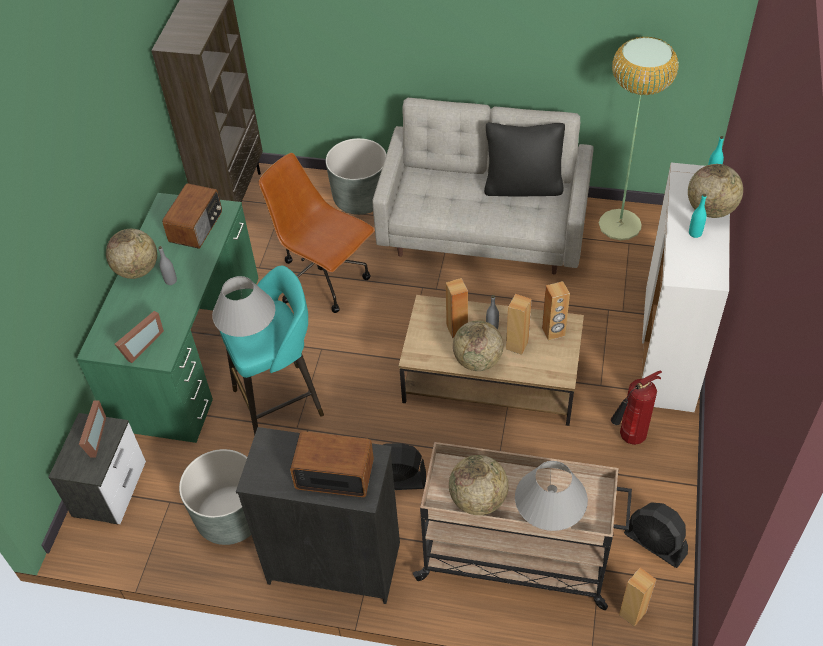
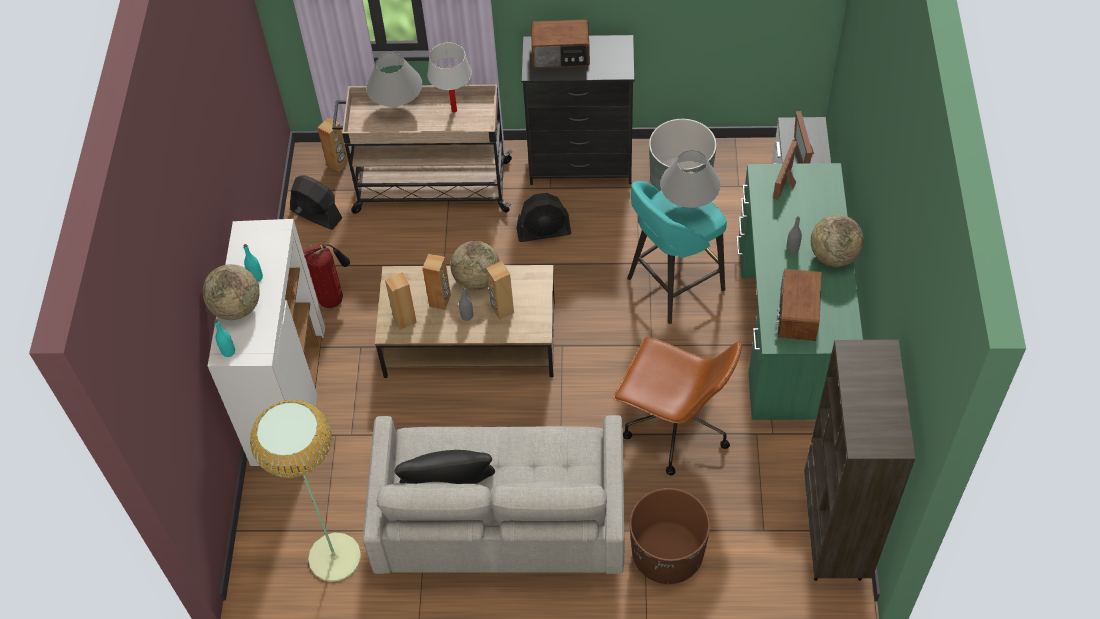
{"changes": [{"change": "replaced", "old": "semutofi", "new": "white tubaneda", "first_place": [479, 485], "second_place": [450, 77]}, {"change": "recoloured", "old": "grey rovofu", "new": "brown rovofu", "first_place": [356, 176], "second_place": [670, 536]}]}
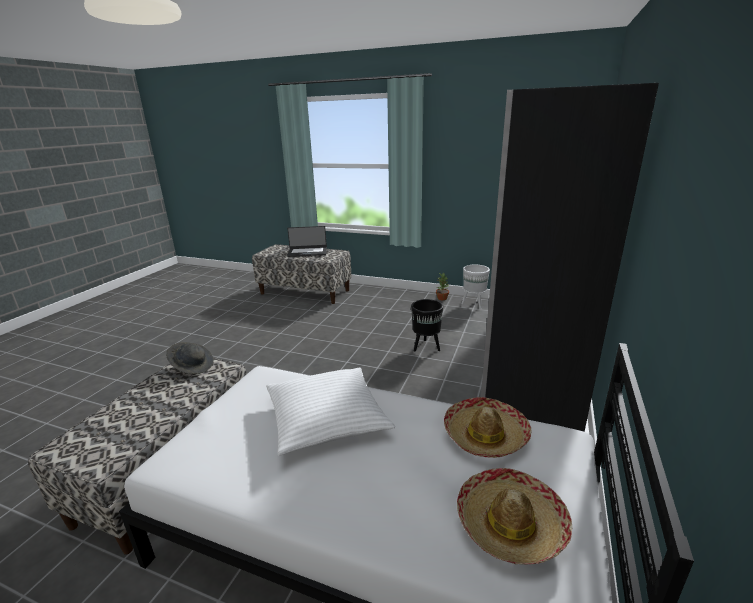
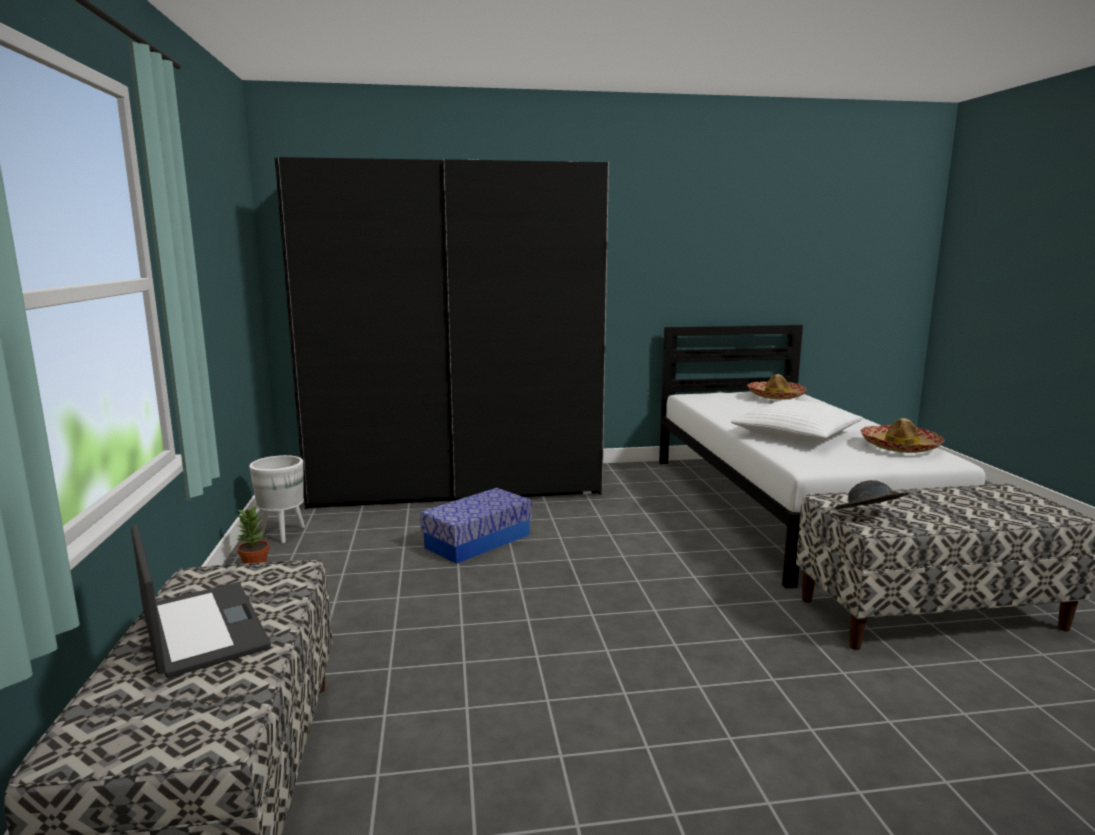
{"changes": [{"change": "moved", "old": "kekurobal", "first_place": [488, 427], "second_place": [903, 435]}, {"change": "replaced", "old": "black rovofu", "new": "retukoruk", "first_place": [427, 325], "second_place": [476, 526]}]}
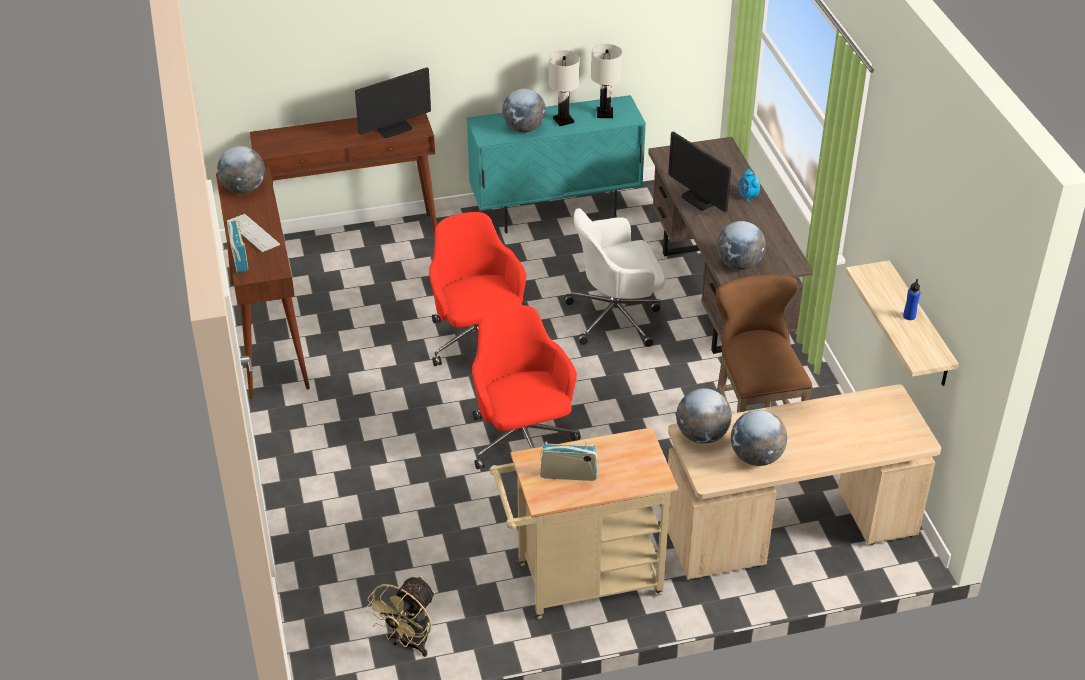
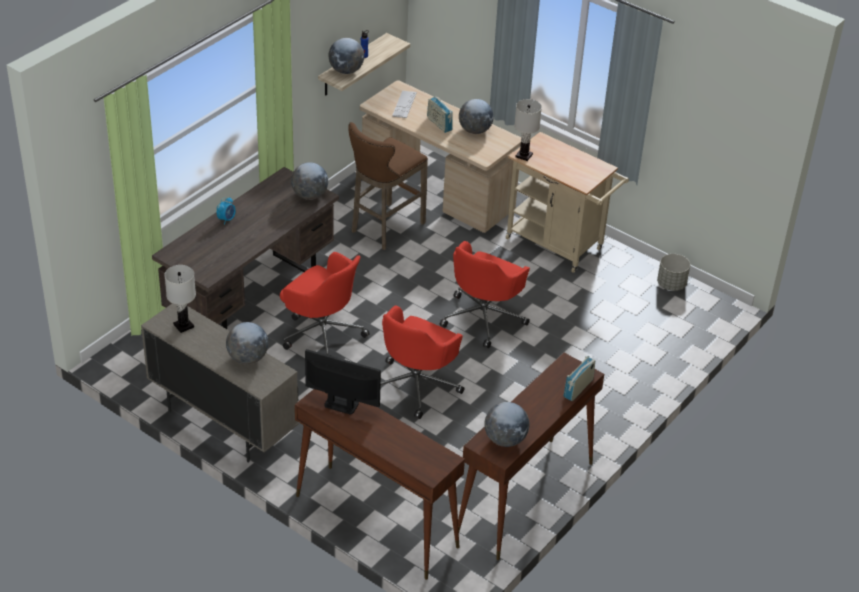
{"changes": [{"change": "removed", "old": "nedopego", "first_place": [699, 171]}, {"change": "moved", "old": "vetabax", "first_place": [253, 233], "second_place": [404, 104]}, {"change": "moved", "old": "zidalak", "first_place": [568, 461], "second_place": [440, 114]}, {"change": "moved", "old": "white tubaneda", "first_place": [564, 88], "second_place": [528, 130]}, {"change": "moved", "old": "semutofi", "first_place": [704, 416], "second_place": [346, 56]}, {"change": "replaced", "old": "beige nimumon", "new": "grey rovofu", "first_place": [400, 616], "second_place": [673, 272]}, {"change": "recoloured", "old": "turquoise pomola", "new": "beige pomola", "first_place": [556, 164], "second_place": [220, 383]}, {"change": "recoloured", "old": "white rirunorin", "new": "red rirunorin", "first_place": [614, 277], "second_place": [325, 304]}]}
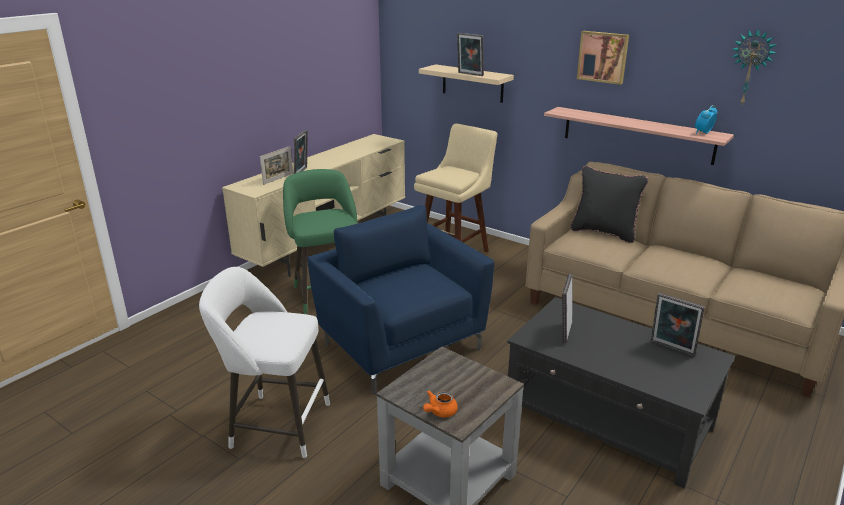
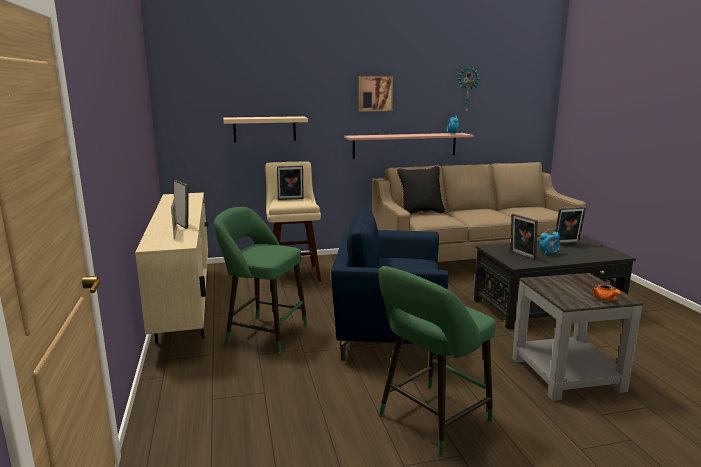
{"changes": [{"change": "added", "new": "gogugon", "second_place": [549, 242]}, {"change": "moved", "old": "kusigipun", "first_place": [470, 54], "second_place": [290, 182]}, {"change": "recoloured", "old": "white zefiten", "new": "green zefiten", "first_place": [264, 362], "second_place": [437, 361]}]}
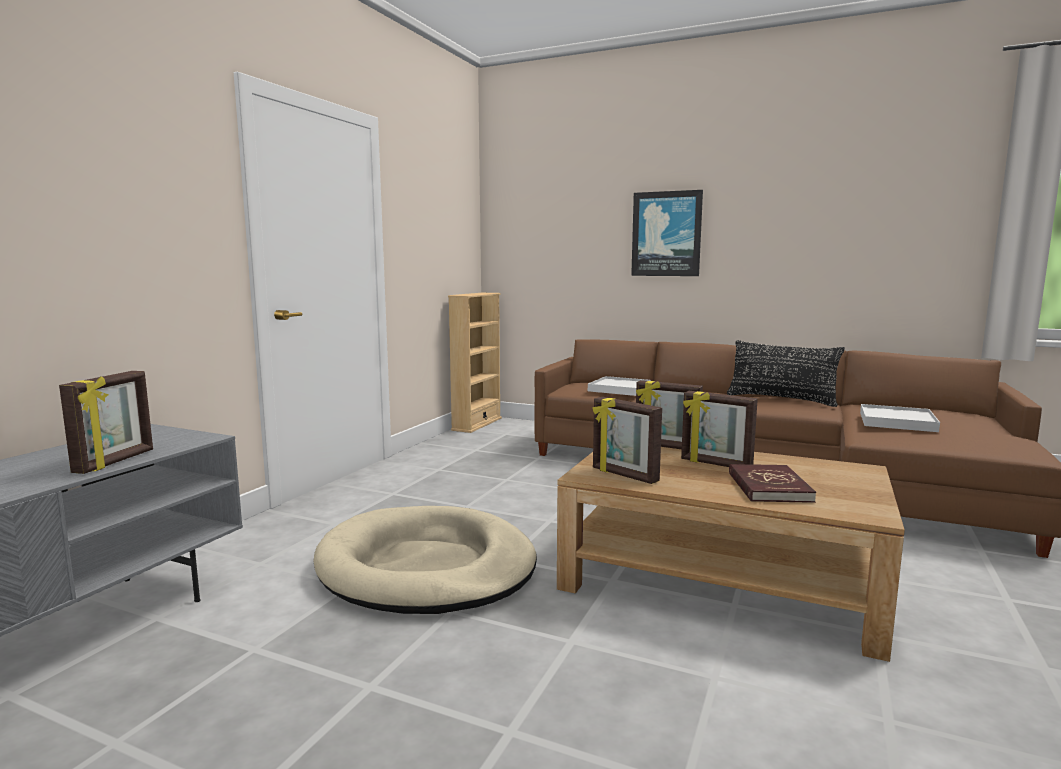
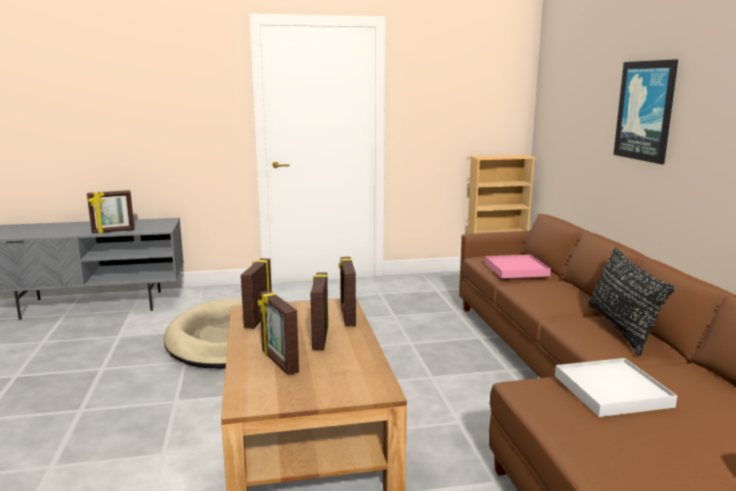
{"changes": [{"change": "replaced", "old": "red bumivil", "new": "kusigipun", "first_place": [772, 483], "second_place": [278, 332]}, {"change": "recoloured", "old": "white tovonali", "new": "pink tovonali", "first_place": [619, 386], "second_place": [518, 266]}]}
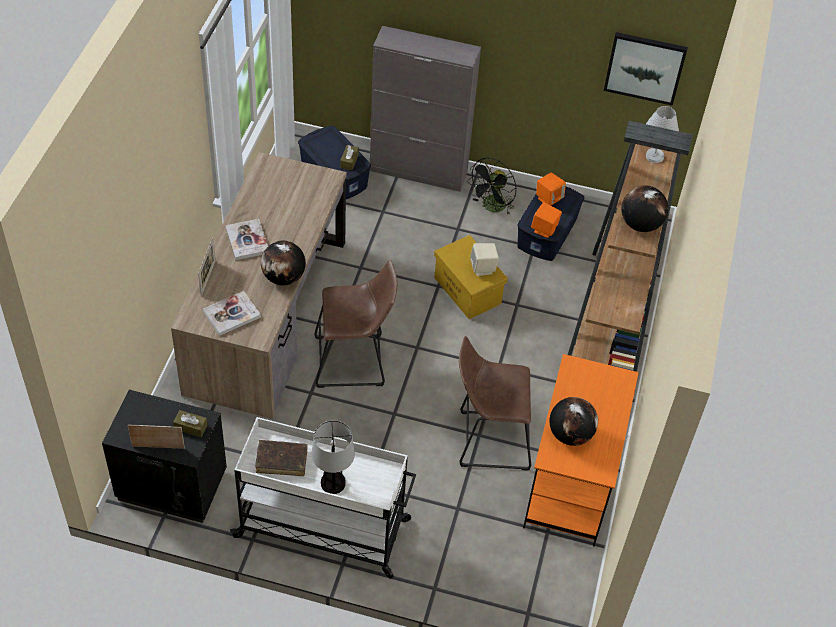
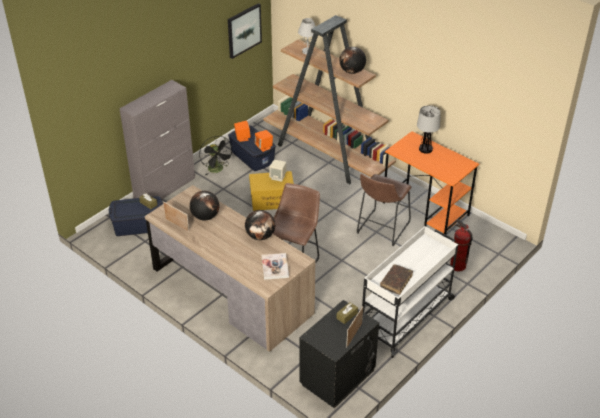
{"changes": [{"change": "removed", "old": "bumivil", "first_place": [247, 239]}, {"change": "added", "new": "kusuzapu", "second_place": [461, 245]}, {"change": "moved", "old": "kusigipun", "first_place": [207, 267], "second_place": [176, 216]}, {"change": "moved", "old": "tubaneda", "first_place": [333, 457], "second_place": [429, 129]}, {"change": "moved", "old": "semutofi", "first_place": [573, 421], "second_place": [205, 205]}]}
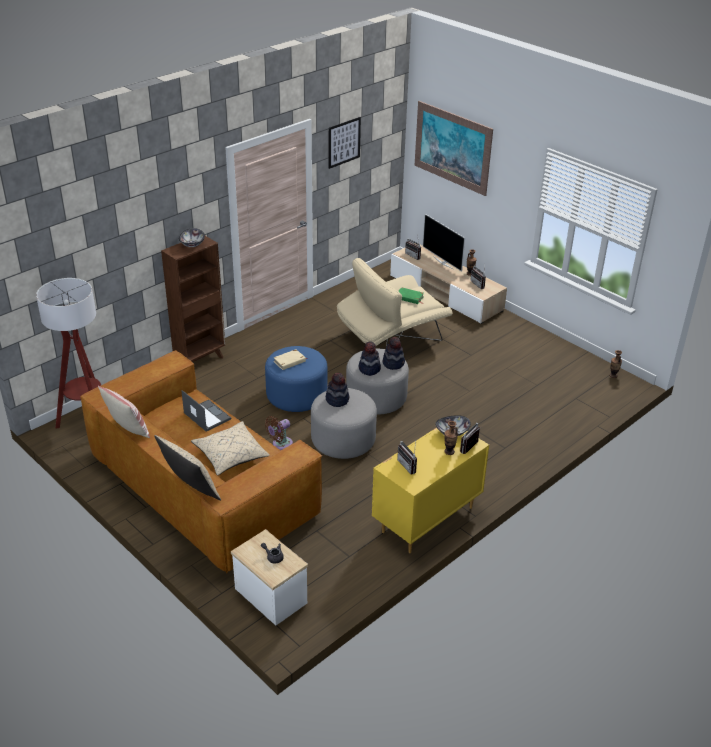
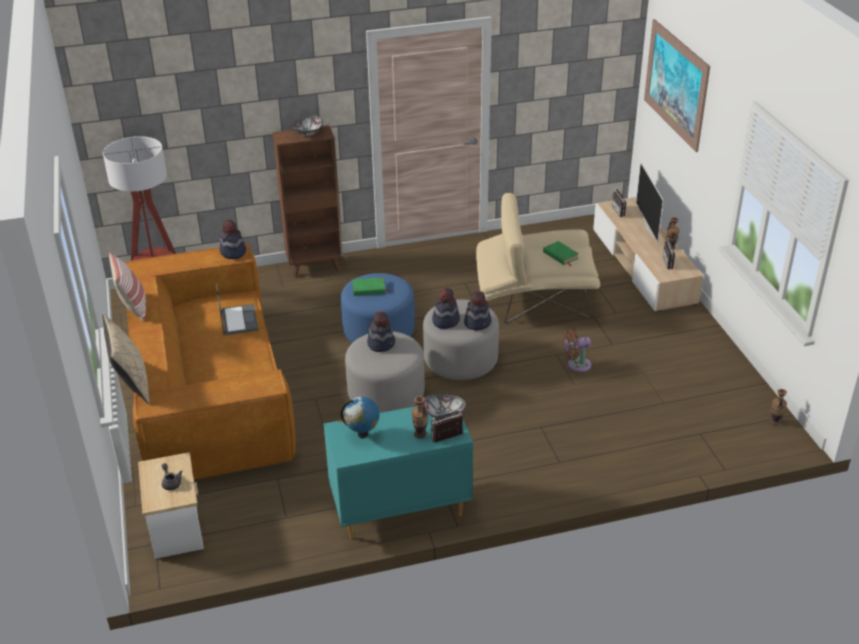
{"changes": [{"change": "removed", "old": "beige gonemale", "first_place": [230, 448]}, {"change": "removed", "old": "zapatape", "first_place": [345, 143]}, {"change": "added", "new": "kekurobal", "second_place": [233, 239]}, {"change": "moved", "old": "brown nimumon", "first_place": [279, 433], "second_place": [577, 350]}, {"change": "replaced", "old": "zidalak", "new": "semutofi", "first_place": [407, 456], "second_place": [360, 417]}, {"change": "recoloured", "old": "beige bumivil", "new": "green bumivil", "first_place": [291, 359], "second_place": [371, 286]}, {"change": "recoloured", "old": "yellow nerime", "new": "turquoise nerime", "first_place": [430, 490], "second_place": [398, 472]}]}
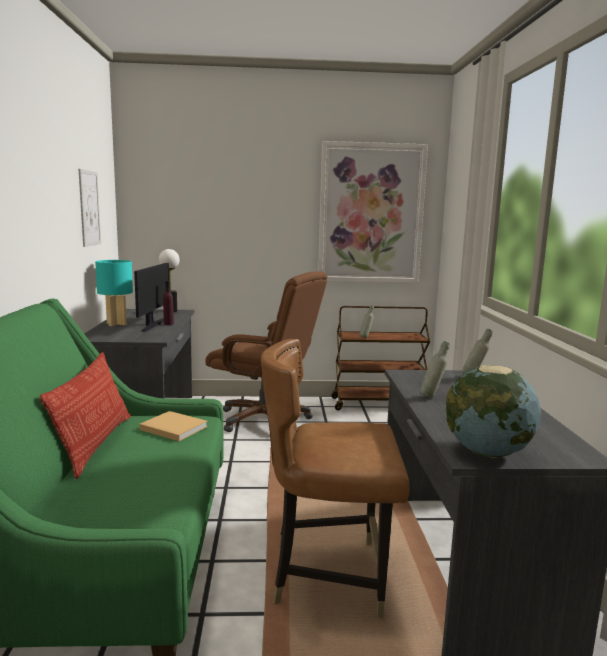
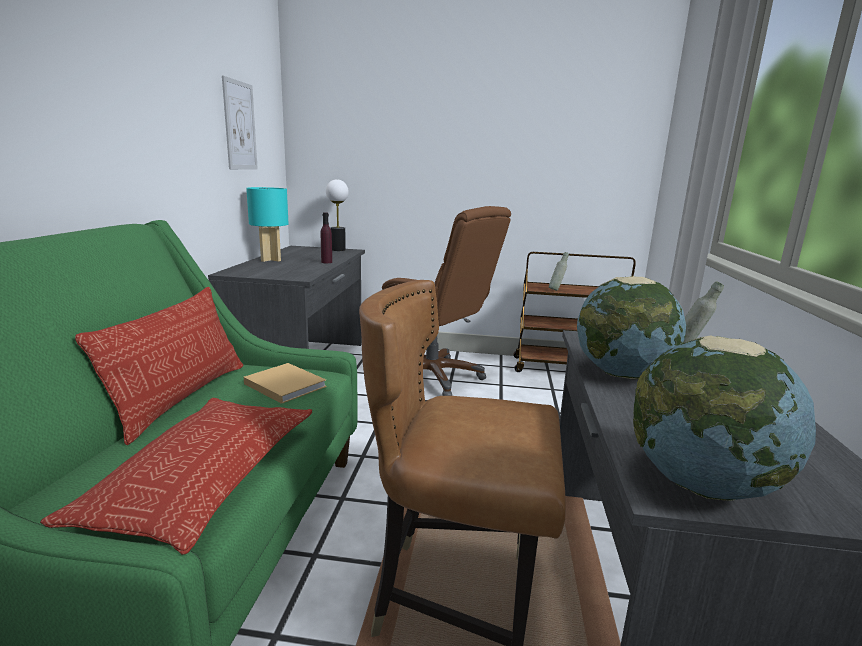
{"changes": [{"change": "removed", "old": "nedopego", "first_place": [151, 297]}, {"change": "removed", "old": "zapatape", "first_place": [373, 212]}, {"change": "added", "new": "gonemale", "second_place": [176, 476]}, {"change": "replaced", "old": "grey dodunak", "new": "semutofi", "first_place": [435, 369], "second_place": [631, 327]}]}
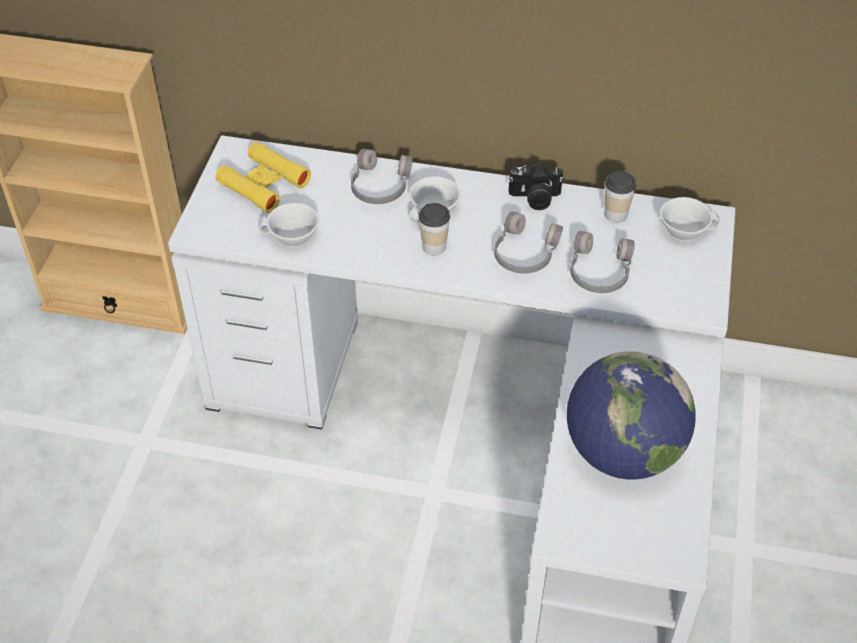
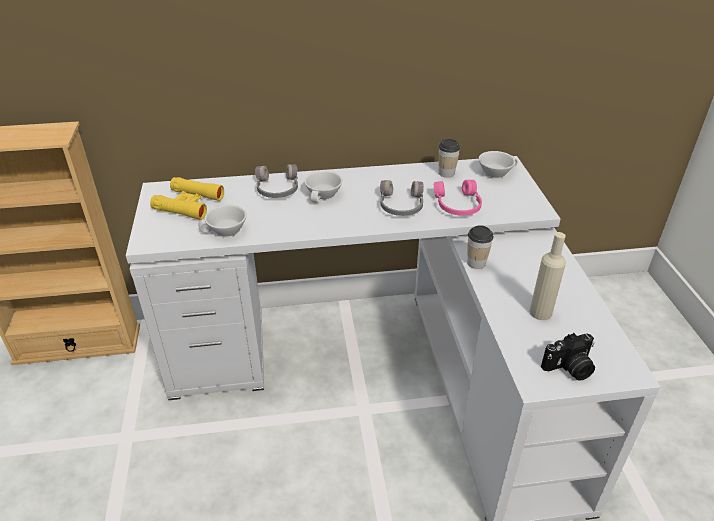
{"changes": [{"change": "moved", "old": "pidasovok", "first_place": [434, 229], "second_place": [480, 247]}, {"change": "moved", "old": "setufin", "first_place": [536, 186], "second_place": [568, 357]}, {"change": "replaced", "old": "semutofi", "new": "beige dodunak", "first_place": [631, 415], "second_place": [547, 276]}, {"change": "recoloured", "old": "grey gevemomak", "new": "pink gevemomak", "first_place": [602, 262], "second_place": [458, 198]}]}
